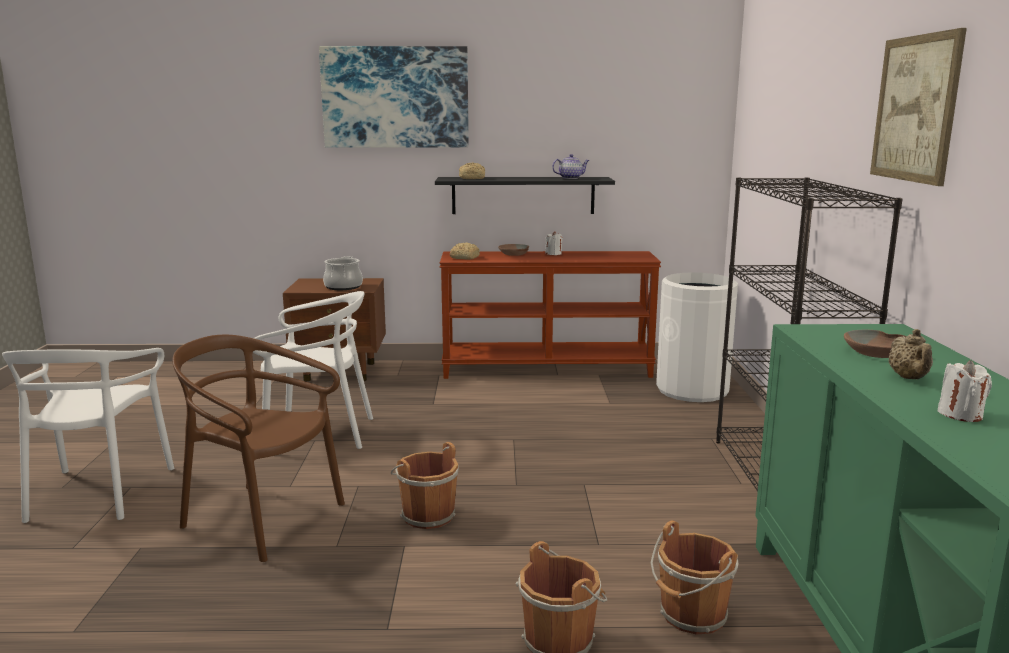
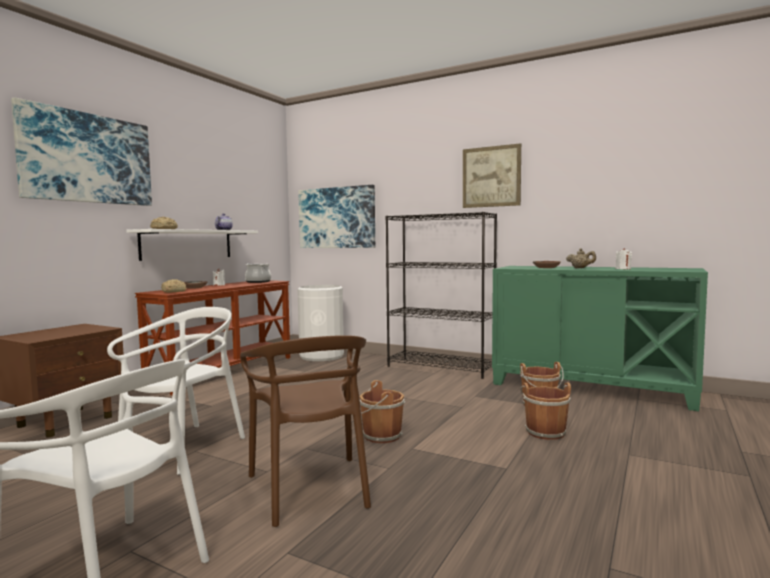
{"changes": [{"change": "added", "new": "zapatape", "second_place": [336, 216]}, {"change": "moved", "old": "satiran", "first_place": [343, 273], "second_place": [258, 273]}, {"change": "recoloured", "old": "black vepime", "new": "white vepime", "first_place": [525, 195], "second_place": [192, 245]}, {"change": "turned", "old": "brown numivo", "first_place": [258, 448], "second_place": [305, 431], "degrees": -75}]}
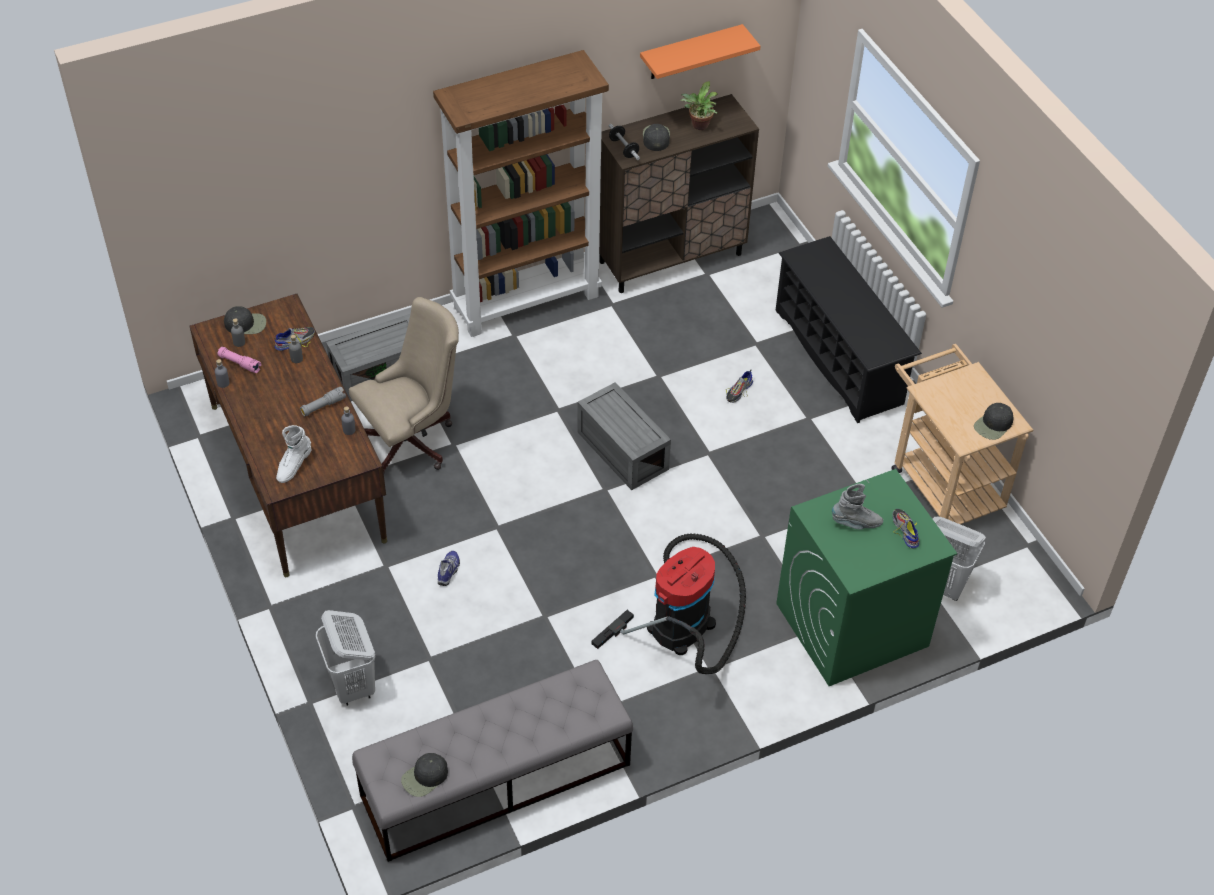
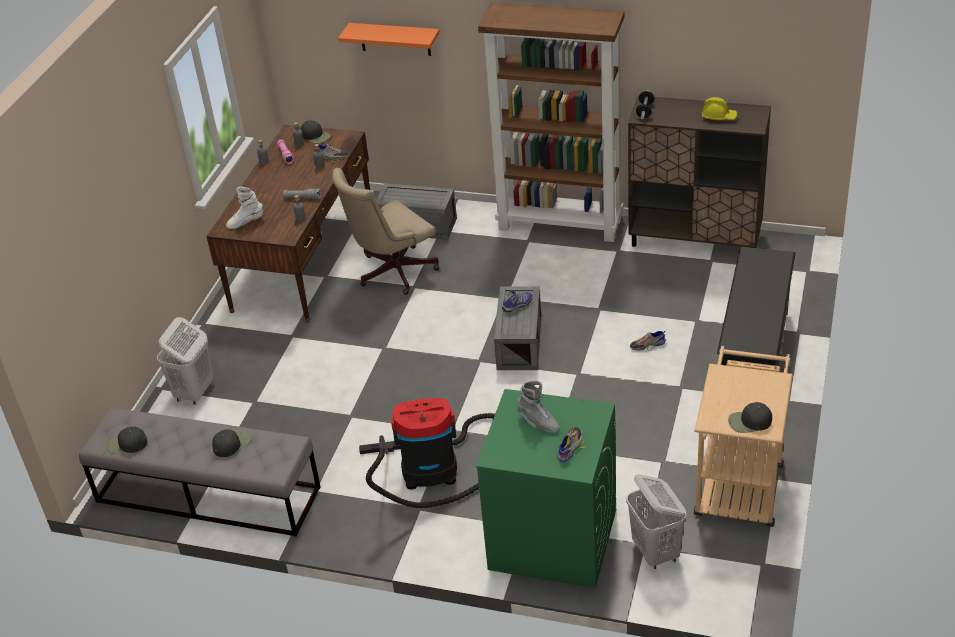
{"changes": [{"change": "moved", "old": "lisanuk", "first_place": [449, 568], "second_place": [517, 301]}, {"change": "moved", "old": "orange vepime", "first_place": [700, 51], "second_place": [389, 39]}, {"change": "moved", "old": "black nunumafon", "first_place": [656, 137], "second_place": [231, 443]}, {"change": "replaced", "old": "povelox", "new": "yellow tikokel", "first_place": [699, 105], "second_place": [719, 109]}, {"change": "turned", "old": "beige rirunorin", "first_place": [404, 385], "second_place": [385, 231], "degrees": 135}]}
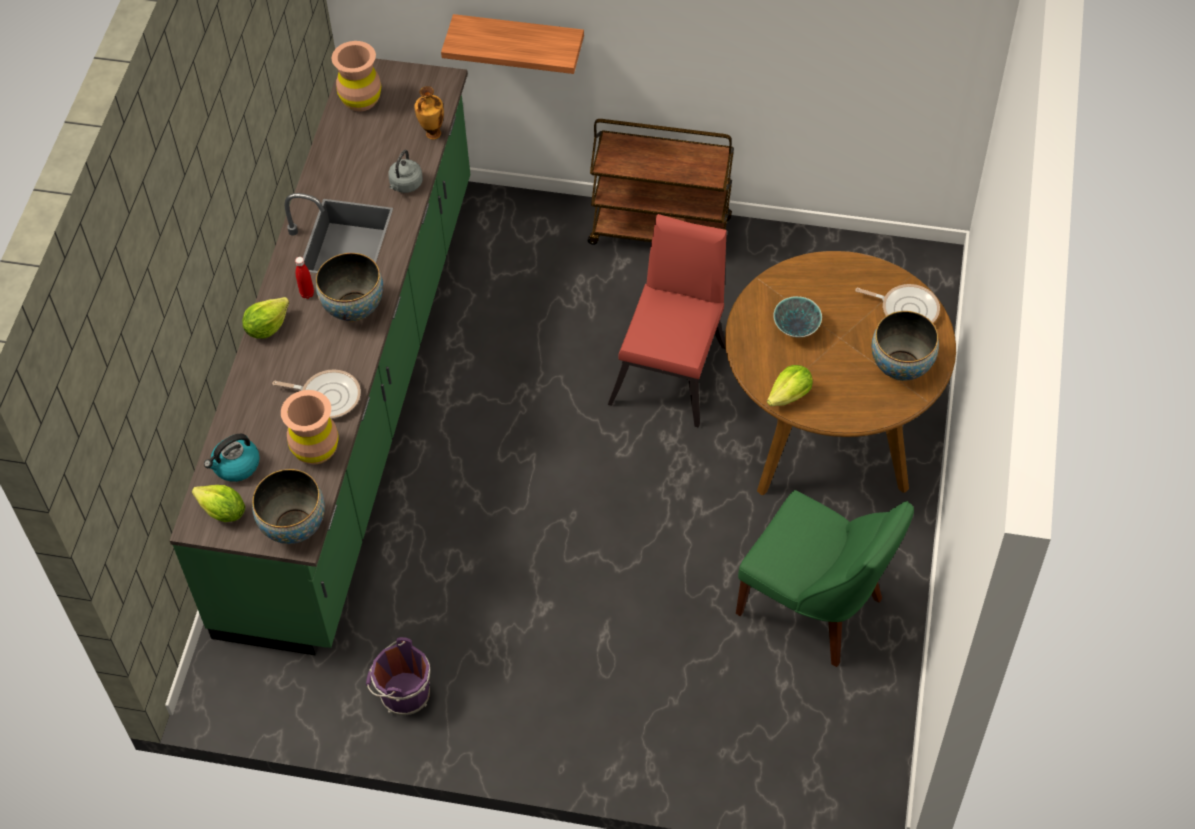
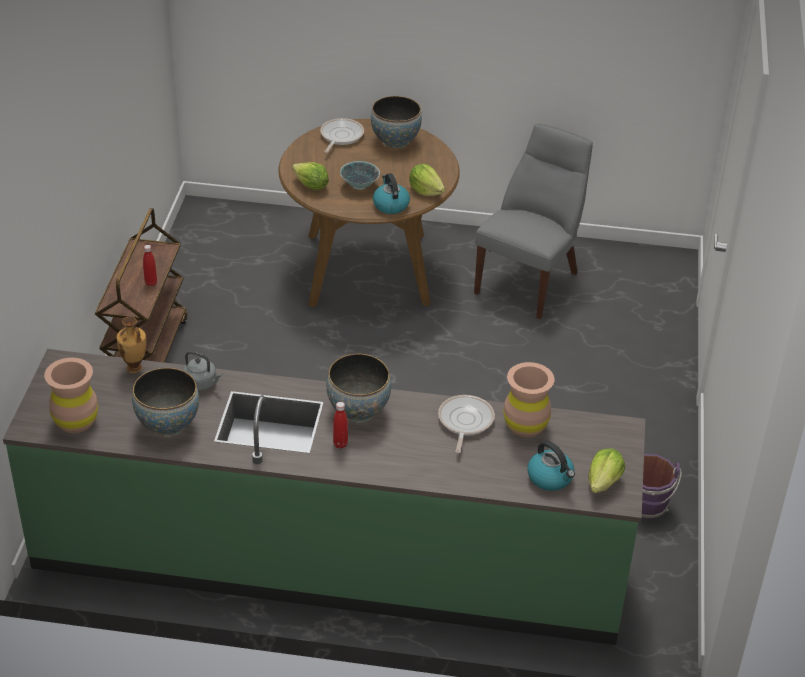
{"changes": [{"change": "removed", "old": "vepime", "first_place": [512, 44]}, {"change": "removed", "old": "red numivo", "first_place": [667, 321]}, {"change": "added", "new": "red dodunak", "second_place": [150, 265]}, {"change": "added", "new": "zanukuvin", "second_place": [391, 193]}, {"change": "moved", "old": "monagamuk", "first_place": [265, 318], "second_place": [310, 176]}, {"change": "moved", "old": "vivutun", "first_place": [288, 506], "second_place": [165, 402]}, {"change": "recoloured", "old": "green numivo", "new": "grey numivo", "first_place": [825, 578], "second_place": [533, 221]}]}
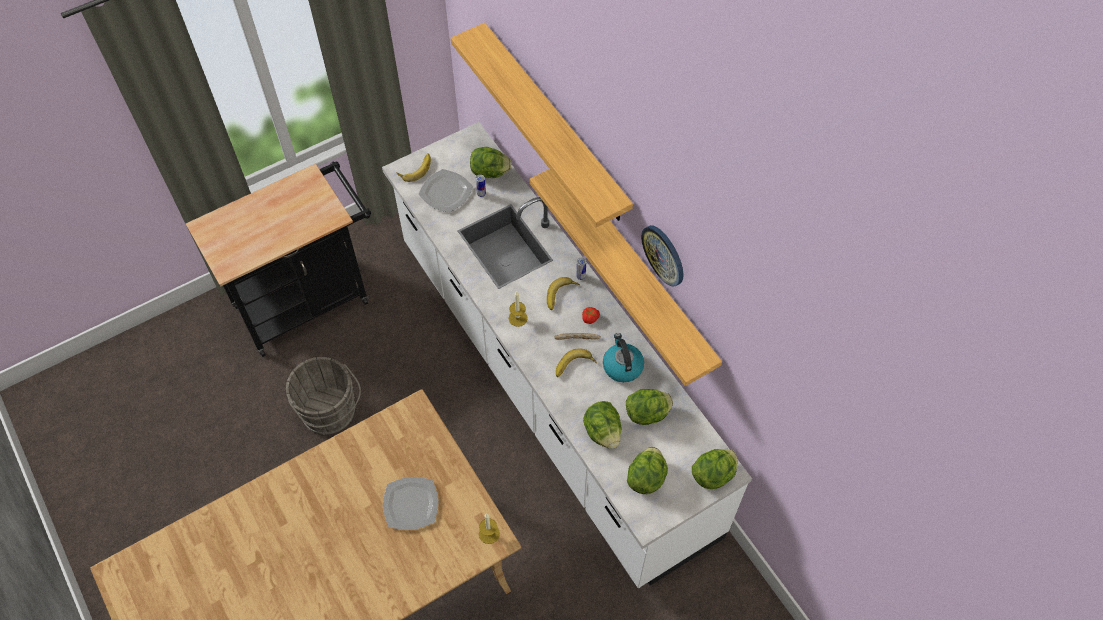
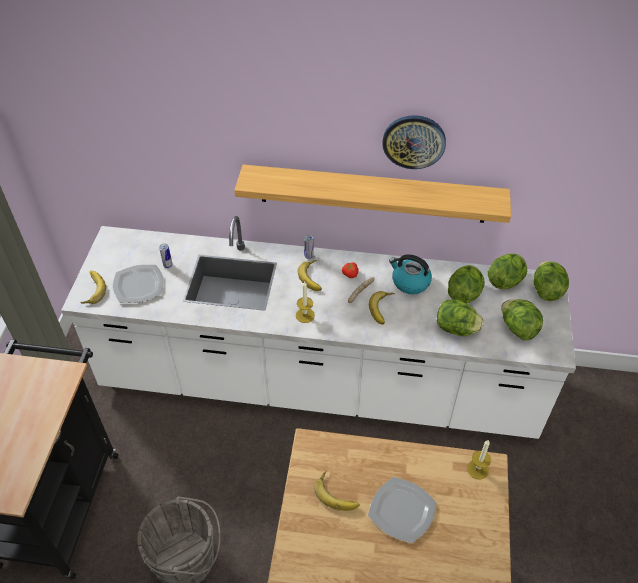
{"changes": [{"change": "removed", "old": "vepime", "first_place": [542, 125]}, {"change": "added", "new": "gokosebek", "second_place": [337, 491]}, {"change": "moved", "old": "monagamuk", "first_place": [491, 162], "second_place": [507, 271]}]}
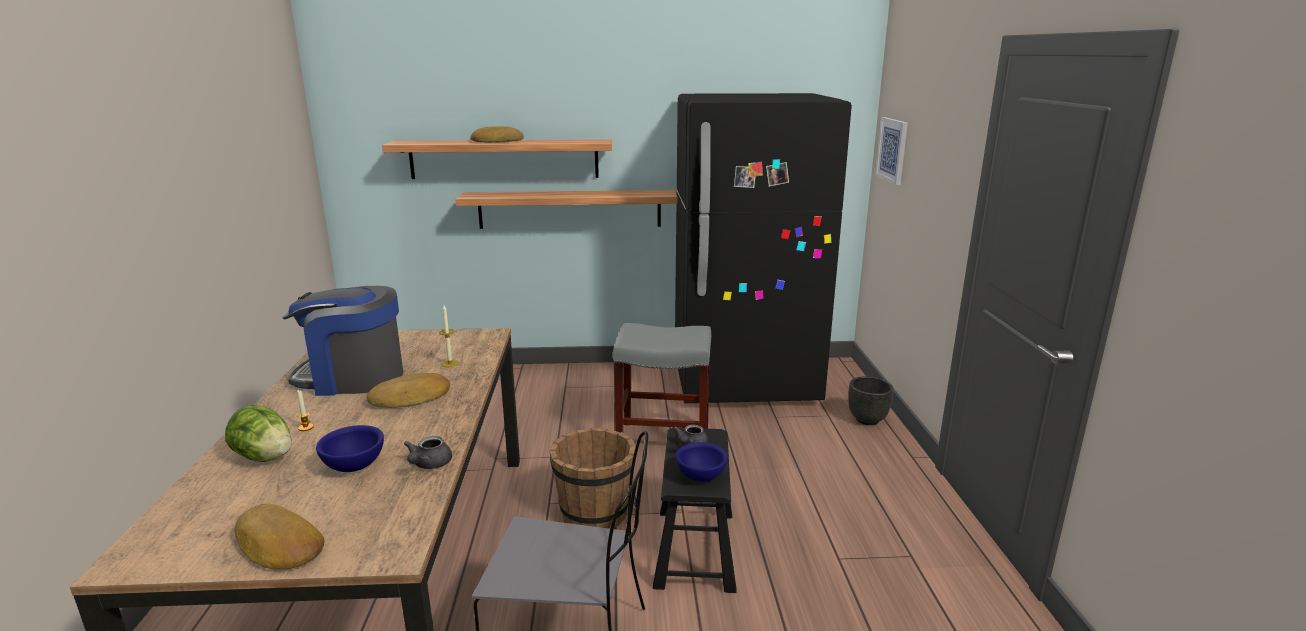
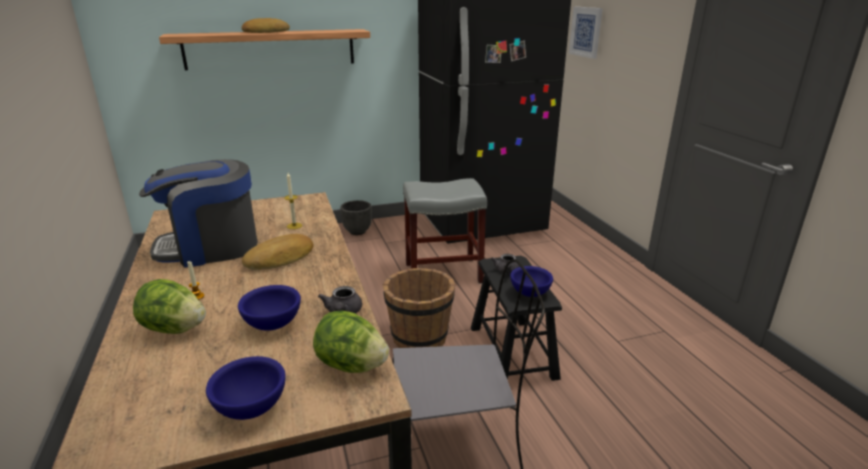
{"changes": [{"change": "removed", "old": "vepime", "first_place": [566, 209]}, {"change": "added", "new": "monagamuk", "second_place": [351, 342]}, {"change": "moved", "old": "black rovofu", "first_place": [871, 400], "second_place": [356, 217]}, {"change": "replaced", "old": "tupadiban", "new": "blue vivutun", "first_place": [279, 537], "second_place": [246, 388]}]}
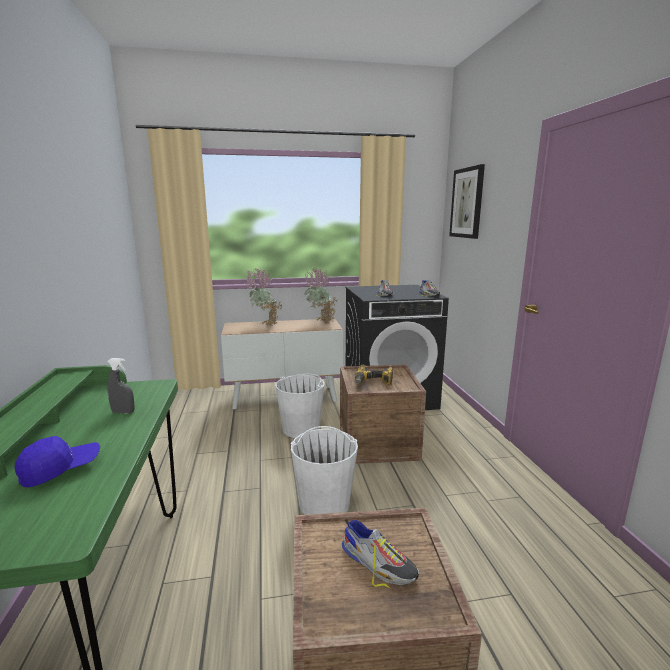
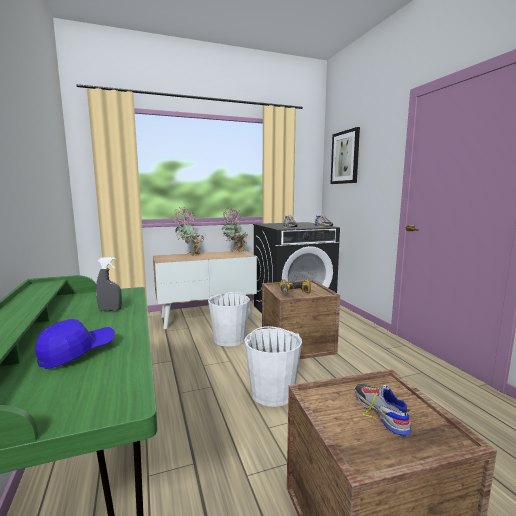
{"changes": [{"change": "turned", "old": "lisanuk", "first_place": [380, 553], "second_place": [383, 410], "degrees": -135}]}
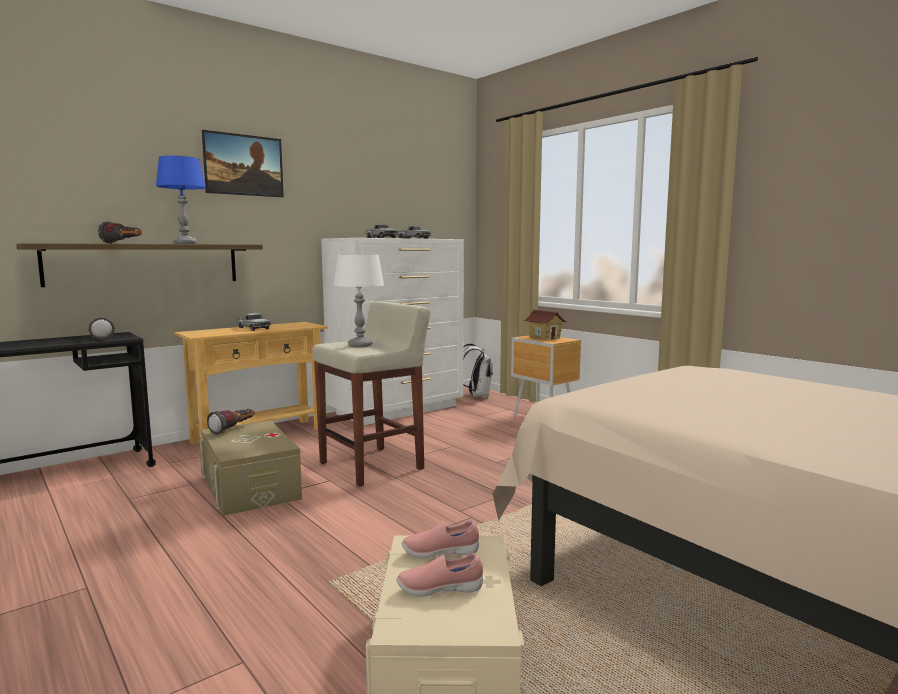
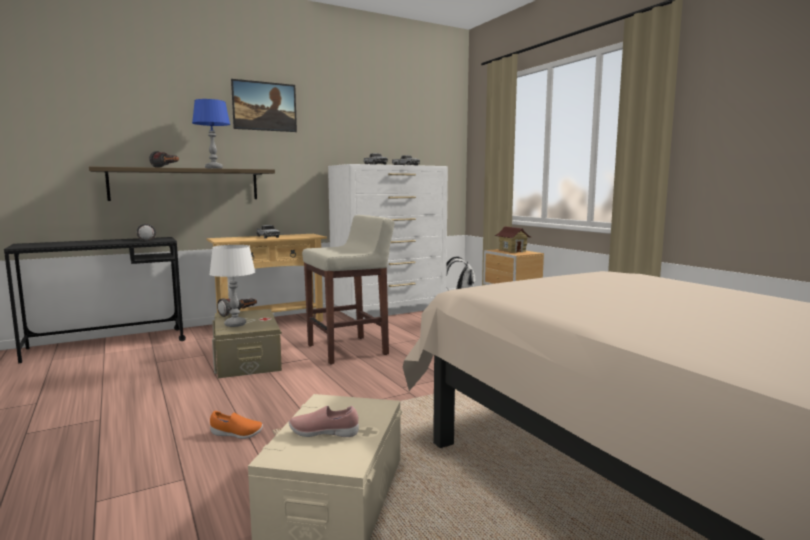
{"changes": [{"change": "removed", "old": "pink lisanuk", "first_place": [440, 539]}, {"change": "added", "new": "orange lisanuk", "second_place": [236, 425]}, {"change": "moved", "old": "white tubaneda", "first_place": [358, 300], "second_place": [232, 286]}]}
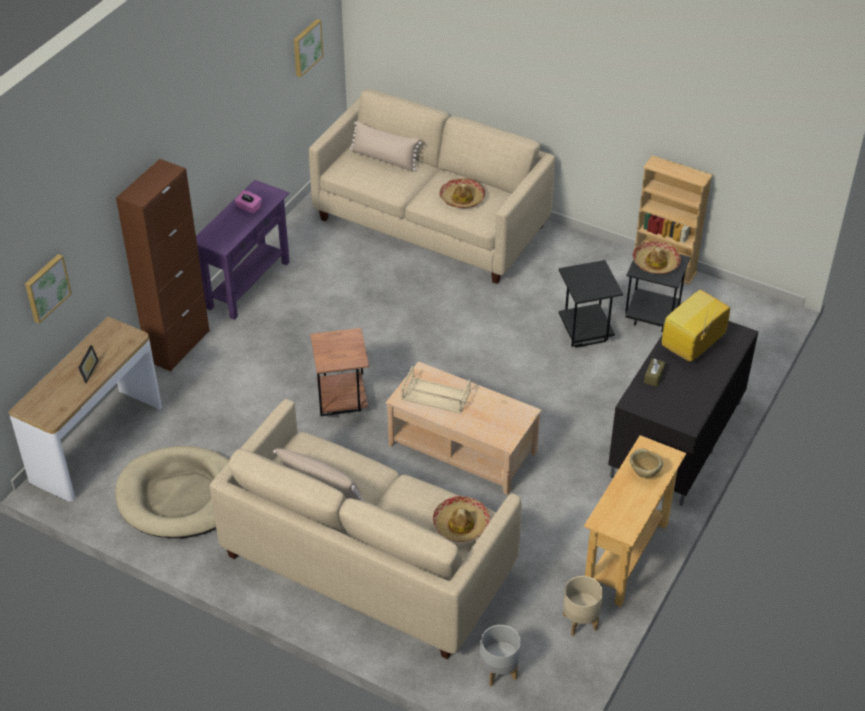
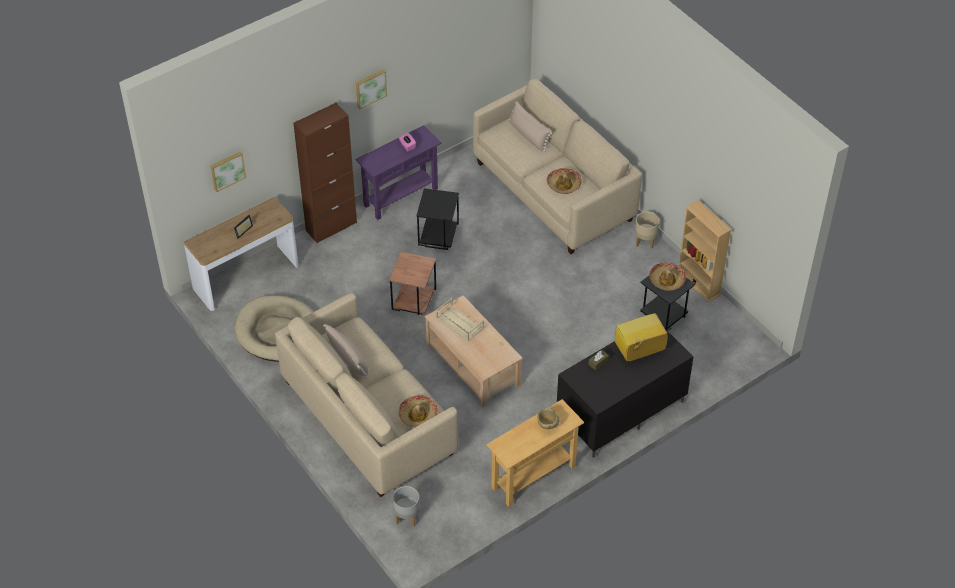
{"changes": [{"change": "moved", "old": "zapatape", "first_place": [308, 48], "second_place": [371, 89]}, {"change": "moved", "old": "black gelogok", "first_place": [591, 304], "second_place": [437, 219]}, {"change": "moved", "old": "beige rovofu", "first_place": [583, 606], "second_place": [647, 230]}]}
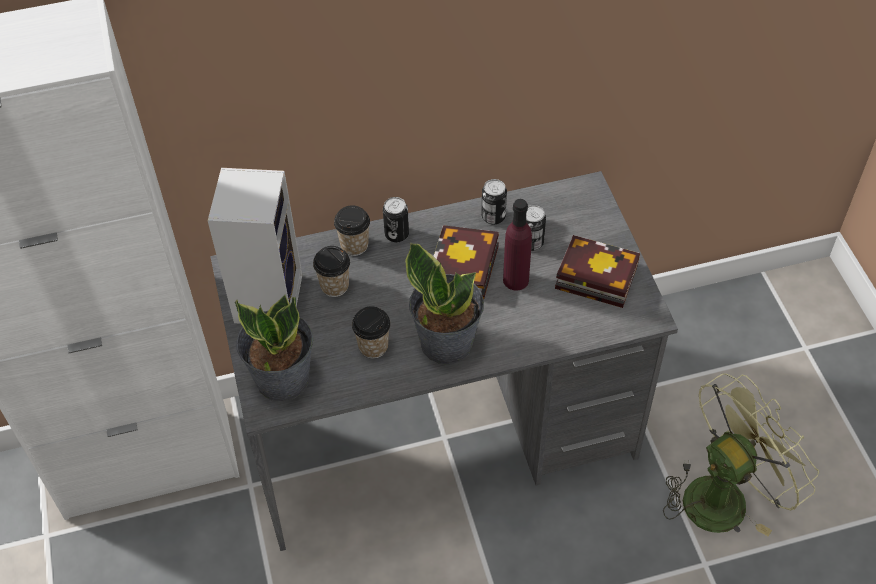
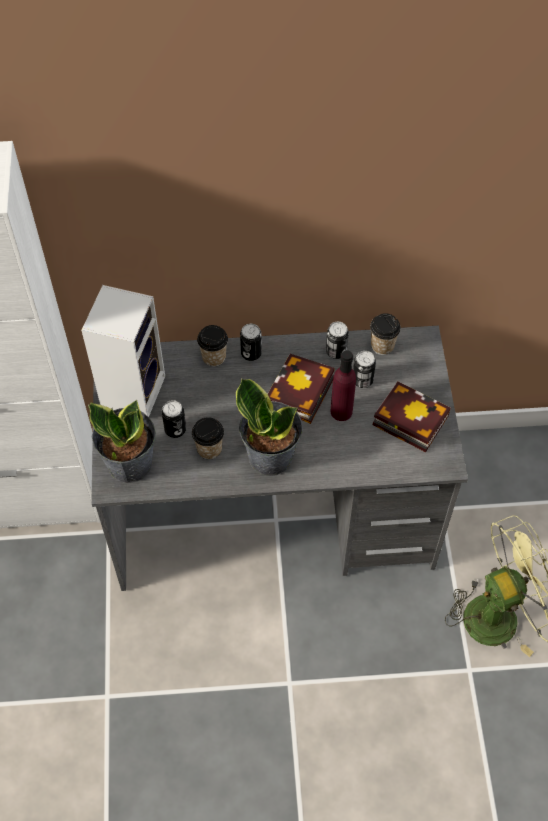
{"changes": [{"change": "added", "new": "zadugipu", "second_place": [174, 419]}, {"change": "moved", "old": "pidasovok", "first_place": [331, 271], "second_place": [385, 334]}]}
